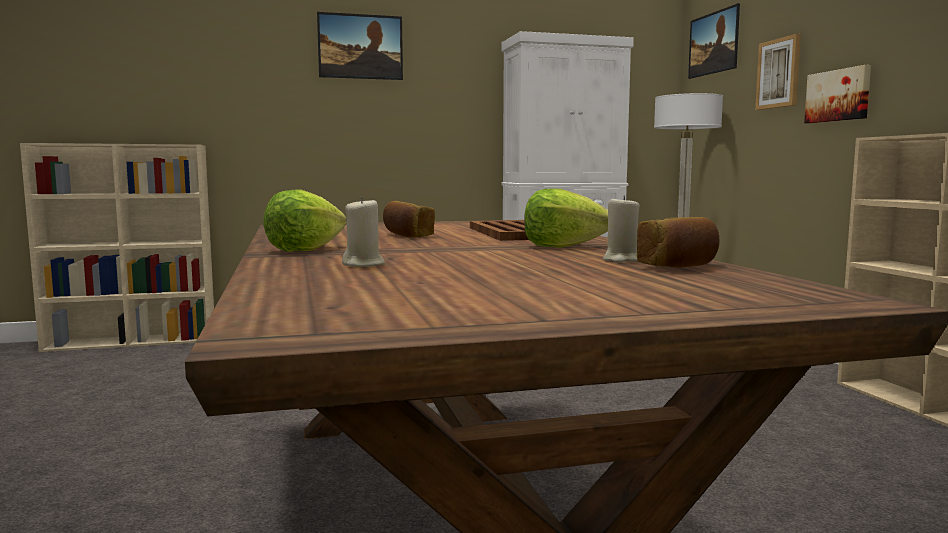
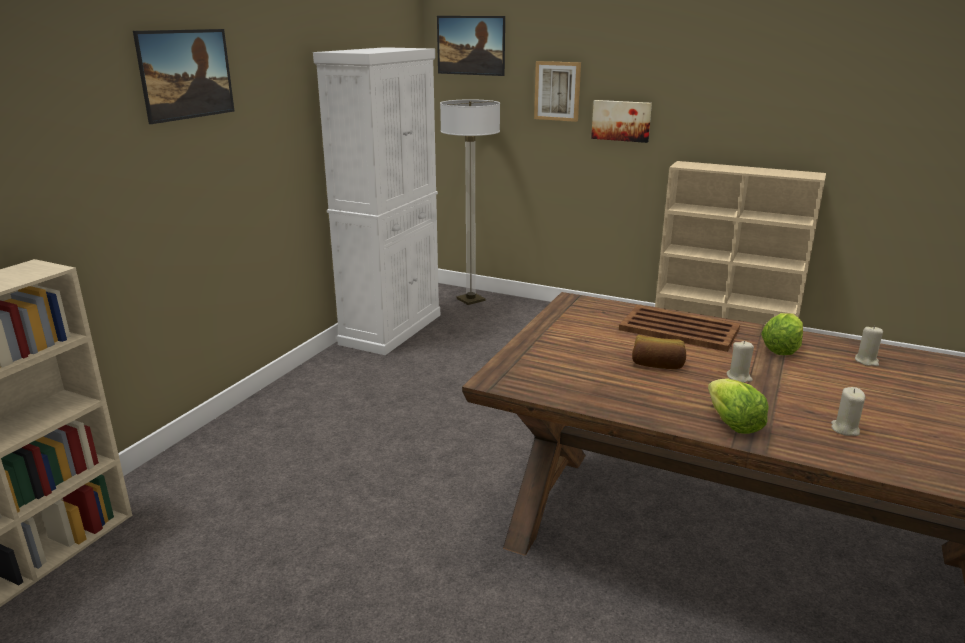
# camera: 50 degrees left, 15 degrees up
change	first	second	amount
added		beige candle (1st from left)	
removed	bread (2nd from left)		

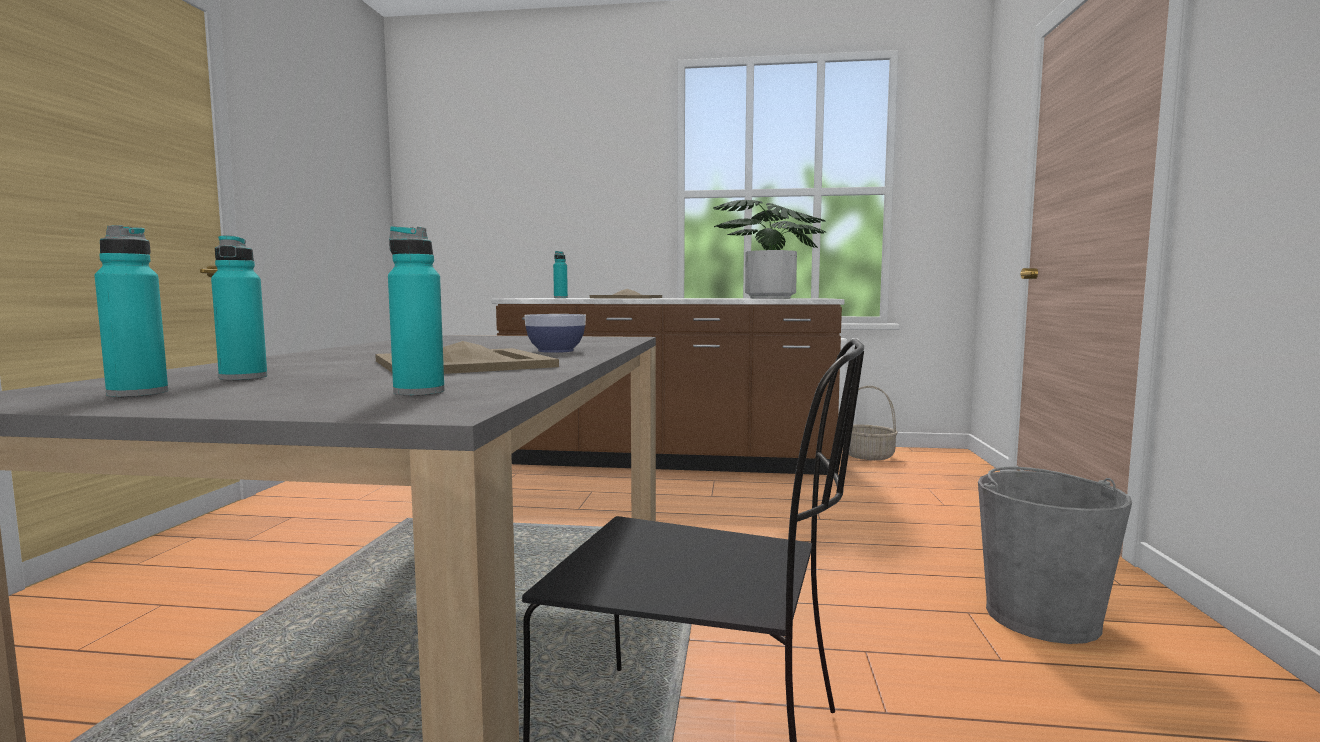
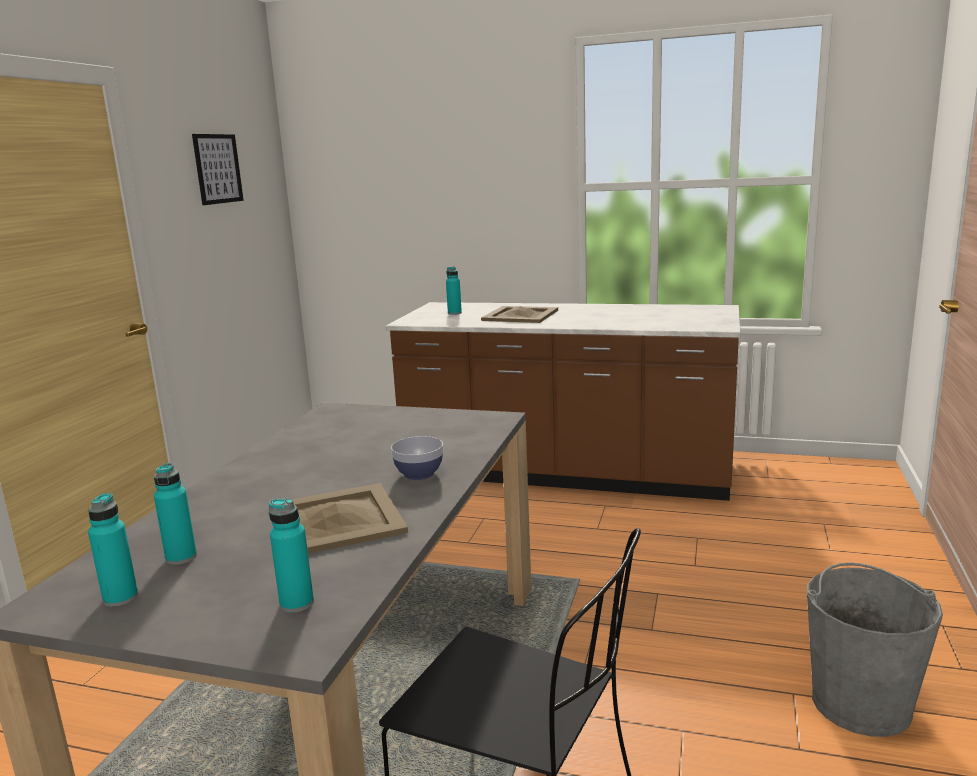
# camera: 10 degrees right, 10 degrees up
change	first	second	amount
added		picture	
removed	potted plant		
removed	basket		

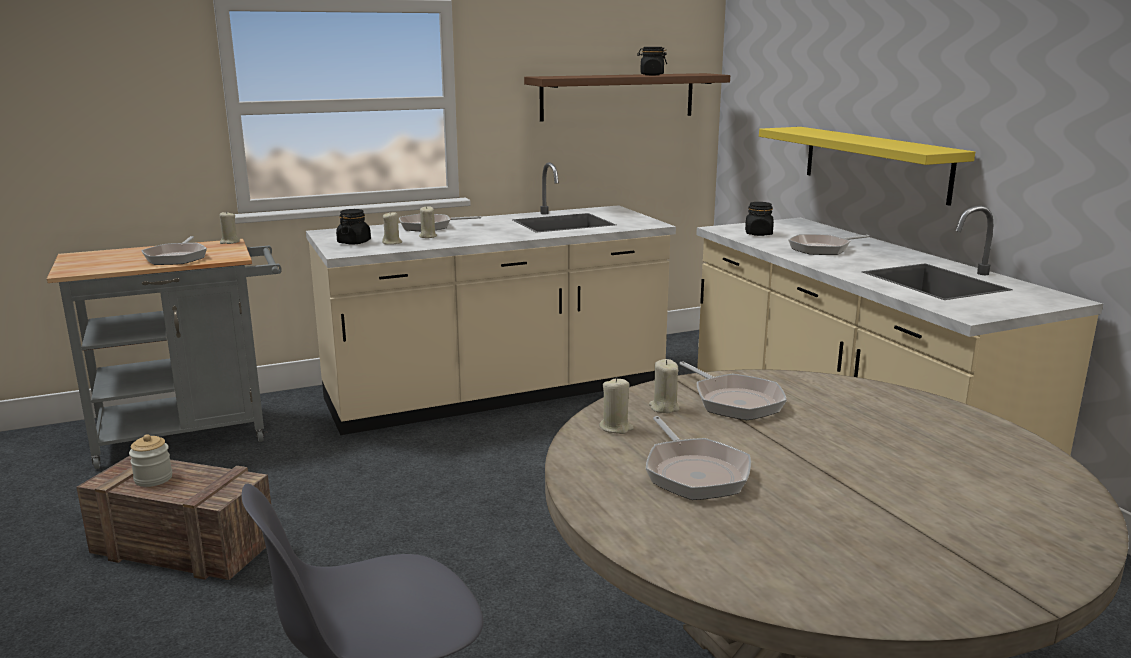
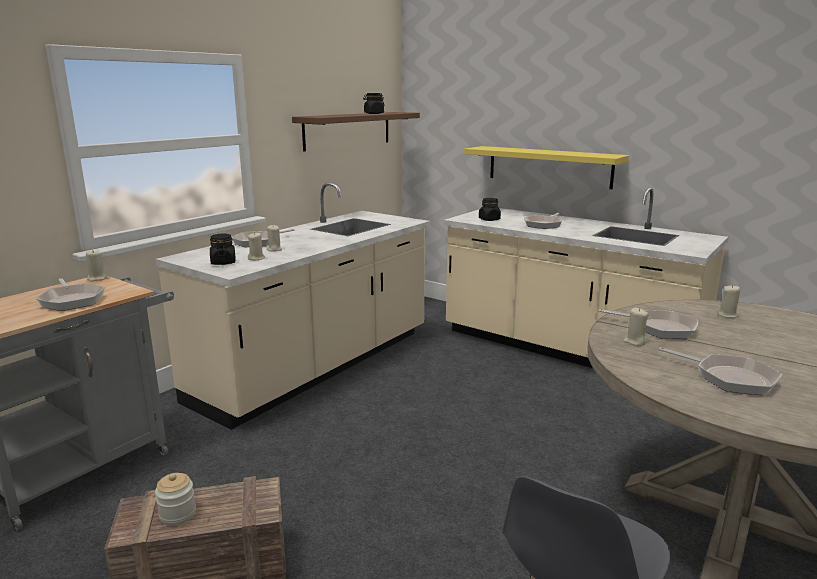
# camera: 30 degrees left, 0 degrees up
change	first	second	amount
moved	beige candle (4th from left in the first image)	beige candle (5th from left)	

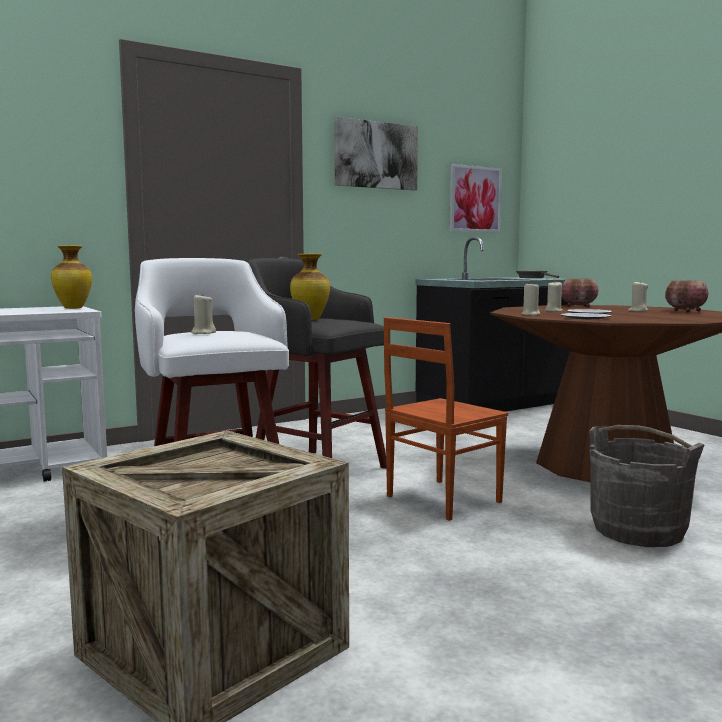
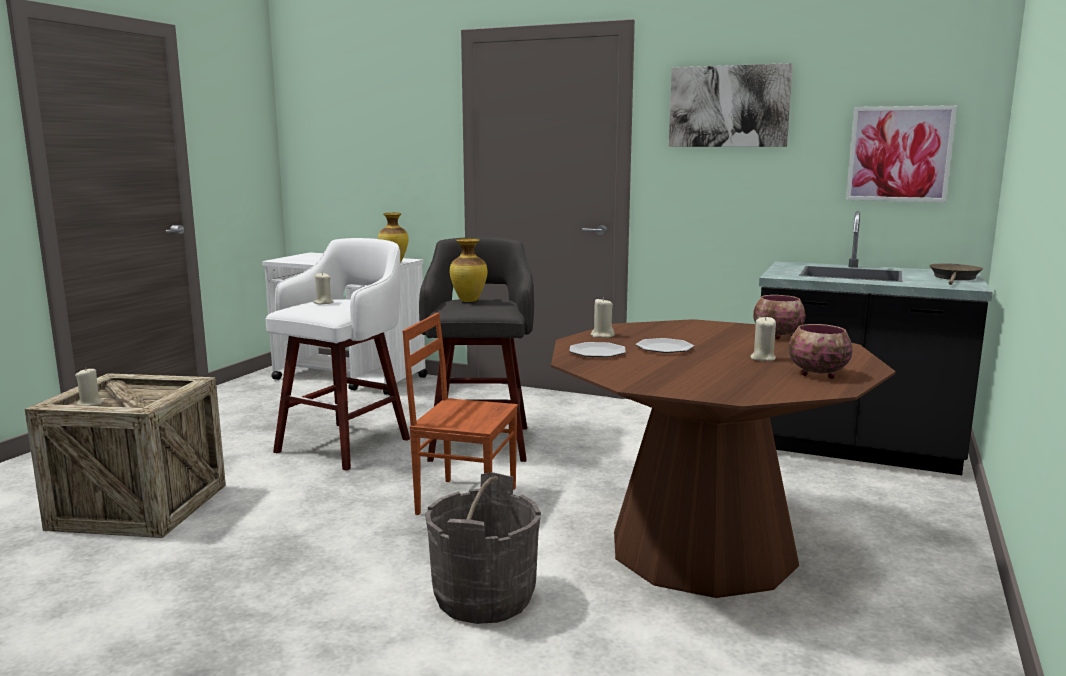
# camera: 55 degrees right, 5 degrees up
change	first	second	amount
moved	beige candle (3rd from left in the first image)	beige candle (1st from left)	

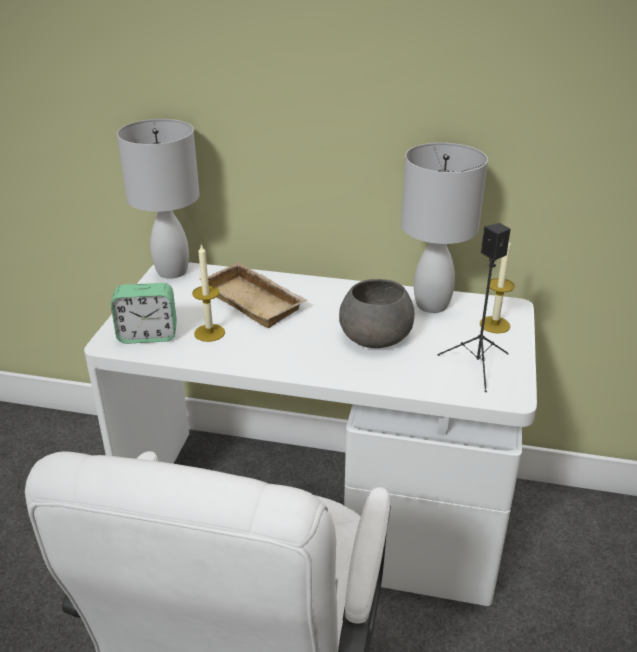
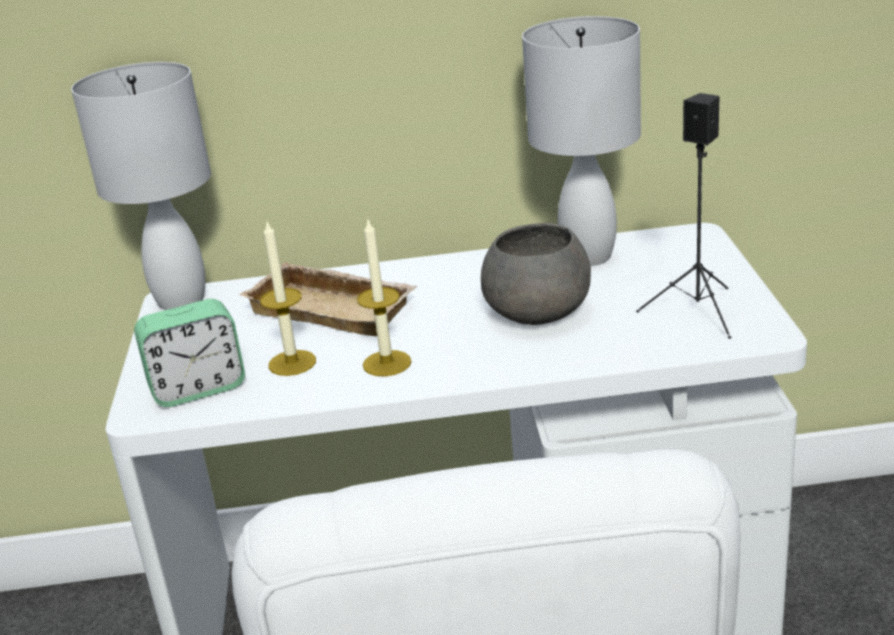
# camera: 15 degrees left, 5 degrees down
change	first	second	amount
moved	candle (2nd from left)		

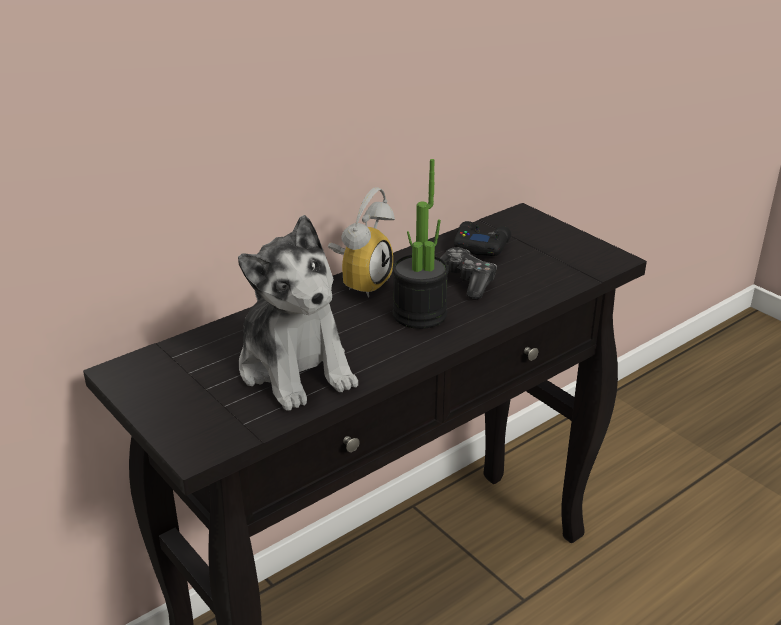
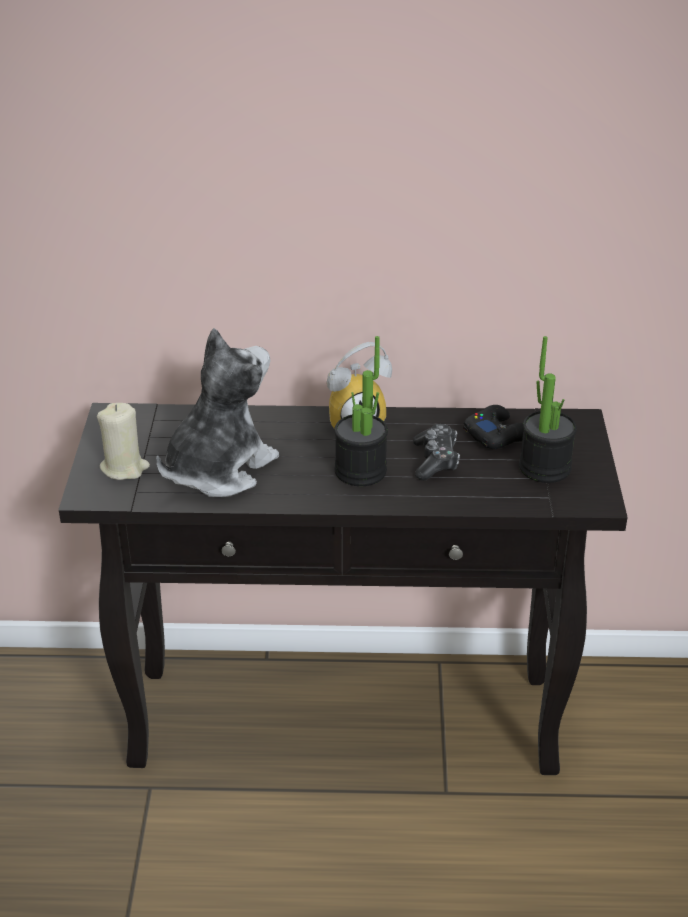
# camera: 40 degrees right, 5 degrees up
change	first	second	amount
added		beige candle	
turned	plush toy		150 degrees counterclockwise
added		potted plant (2nd from left)	

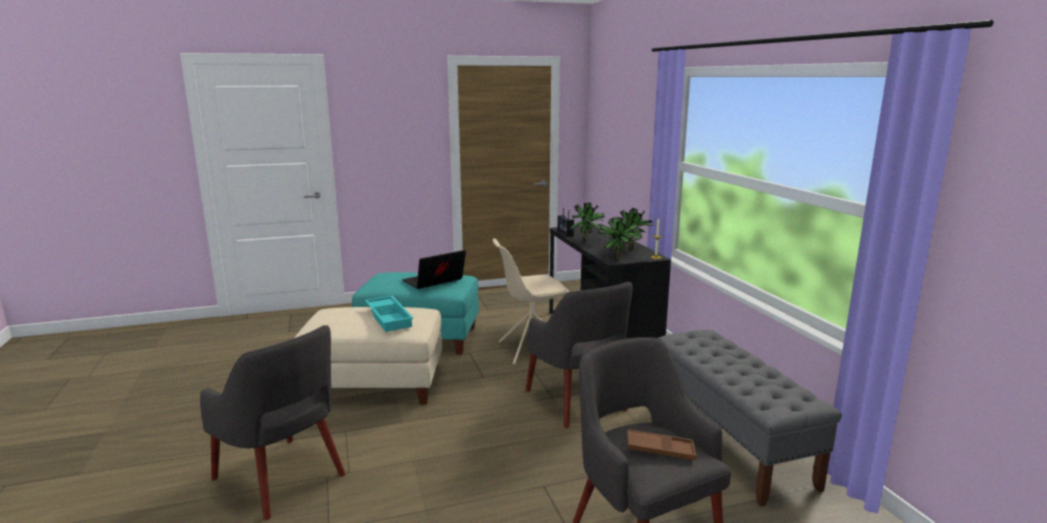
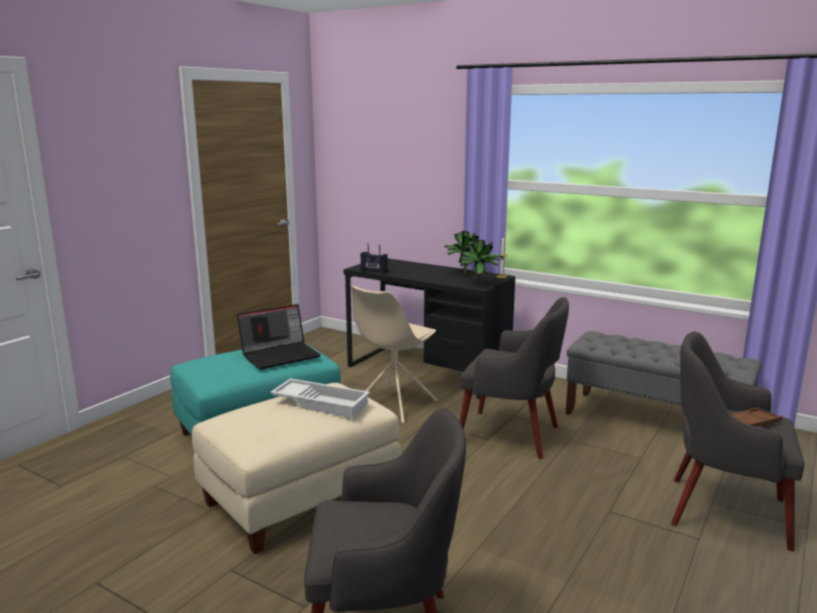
# camera: 40 degrees left, 0 degrees up
change	first	second	amount
turned	laptop		135 degrees counterclockwise
recoloured	turquoise tray	white tray	
removed	potted plant (1st from left)		

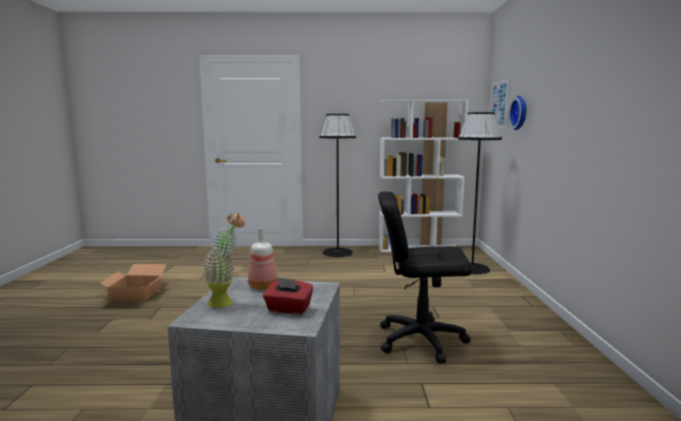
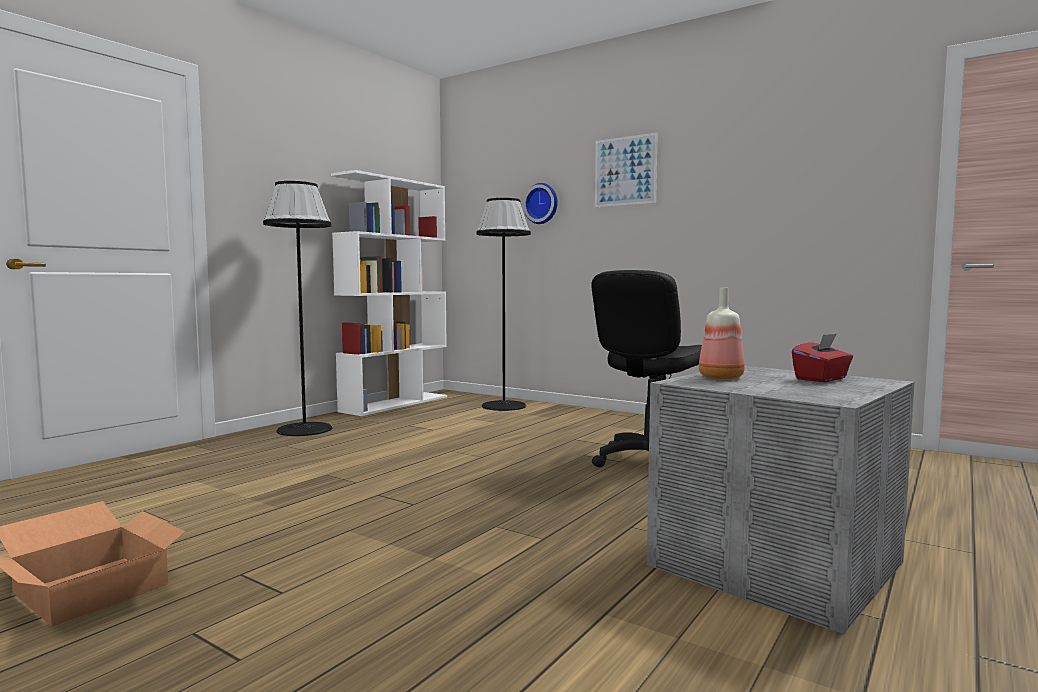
# camera: 55 degrees left, 5 degrees down
change	first	second	amount
moved	picture		
removed	potted plant		

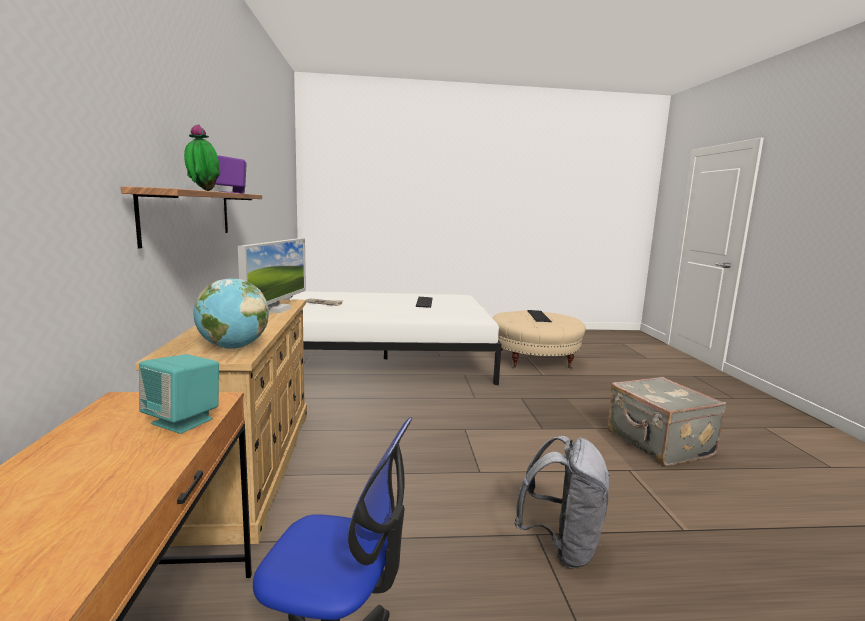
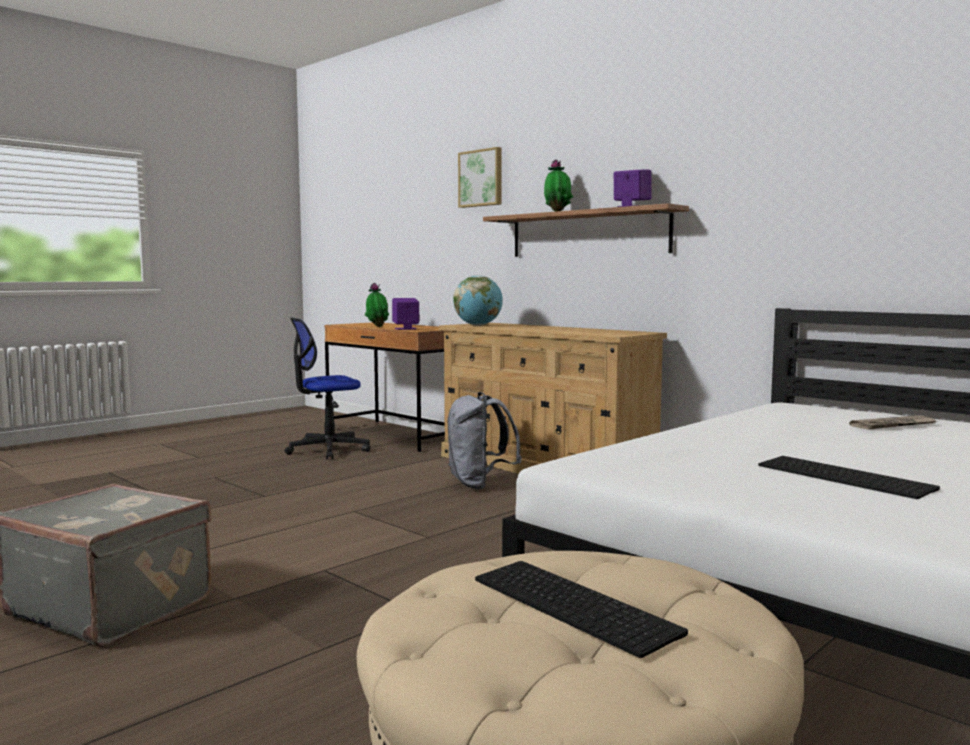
# camera: 140 degrees right, 5 degrees down
change	first	second	amount
added		potted plant (1st from left)	
recoloured	turquoise speaker	purple speaker (1st from left)	
moved	grey backpack		
added		picture	
removed	monitor		

